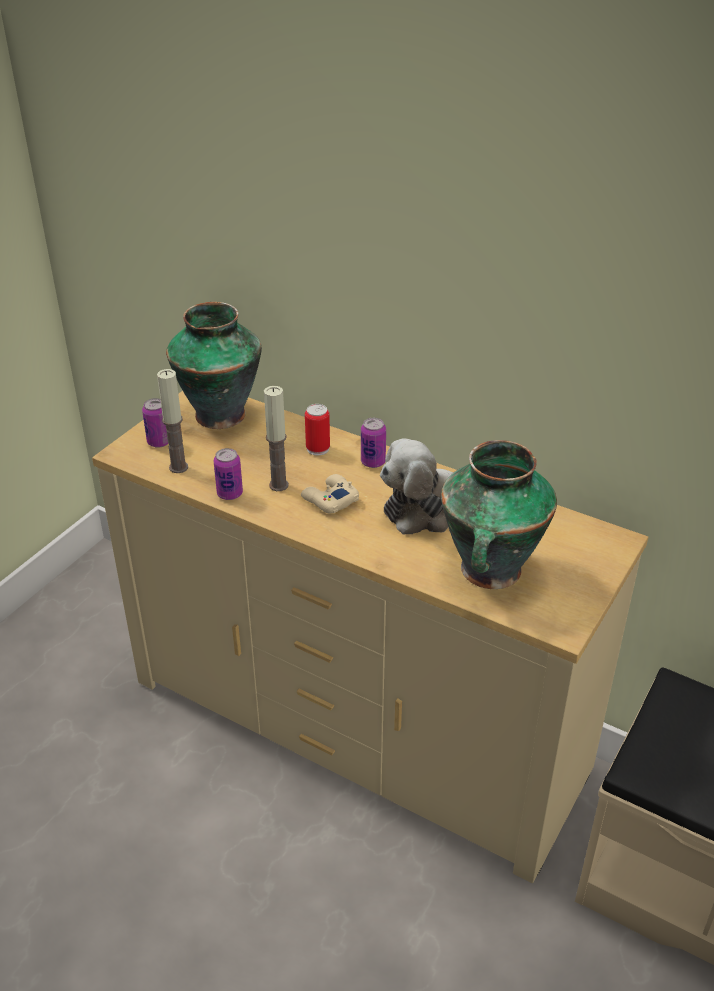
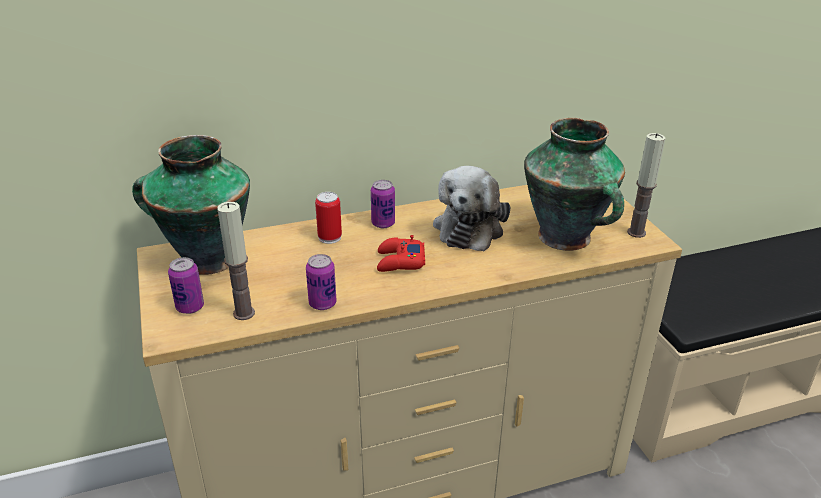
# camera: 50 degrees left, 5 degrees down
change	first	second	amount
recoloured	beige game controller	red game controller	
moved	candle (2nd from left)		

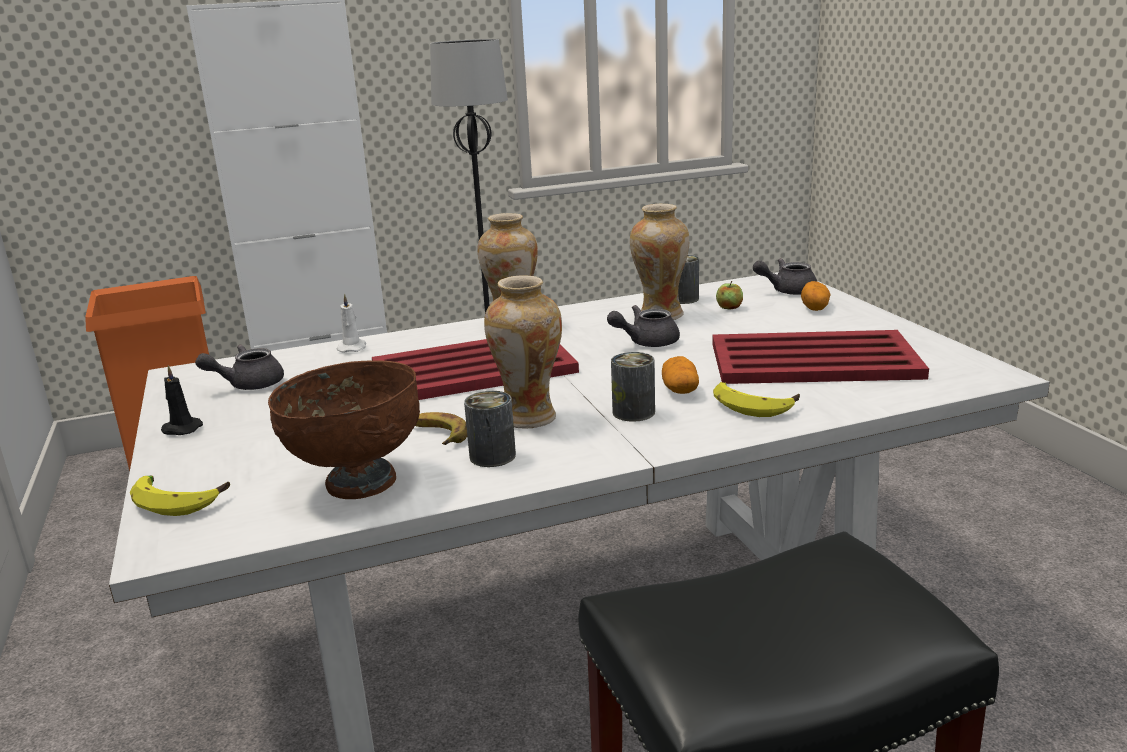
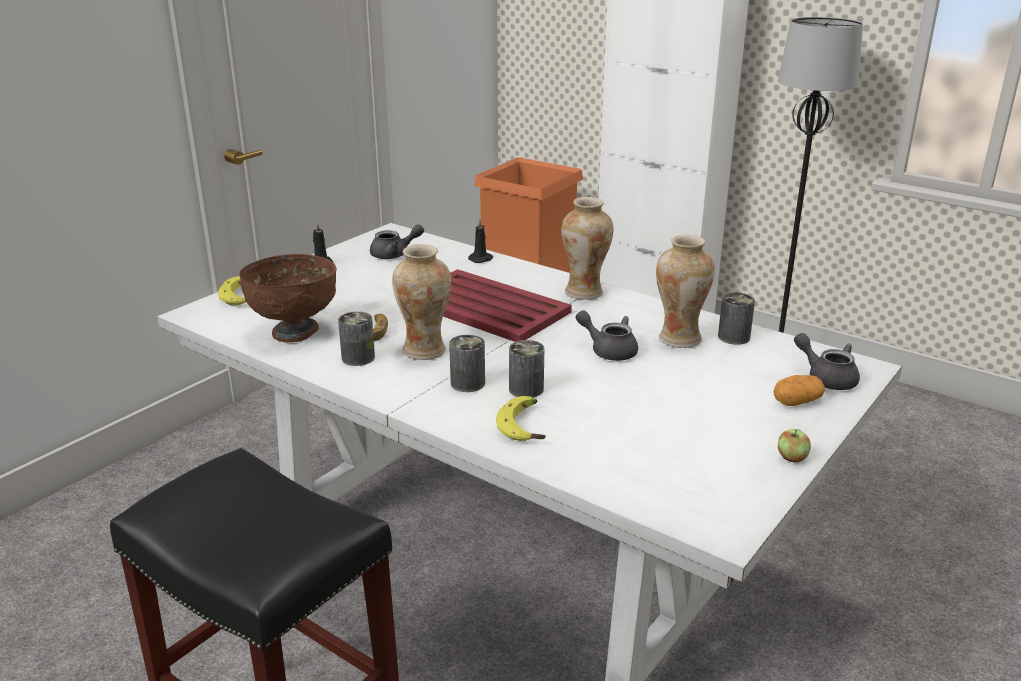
# camera: 55 degrees right, 5 degrees up
change	first	second	amount
turned	grey teapot (1st from left)		135 degrees clockwise
recoloured	white candle	black candle (2nd from left)	
replaced	potato (1st from left)	can (3rd from left)	
moved	apple		
removed	red tray (2nd from left)		

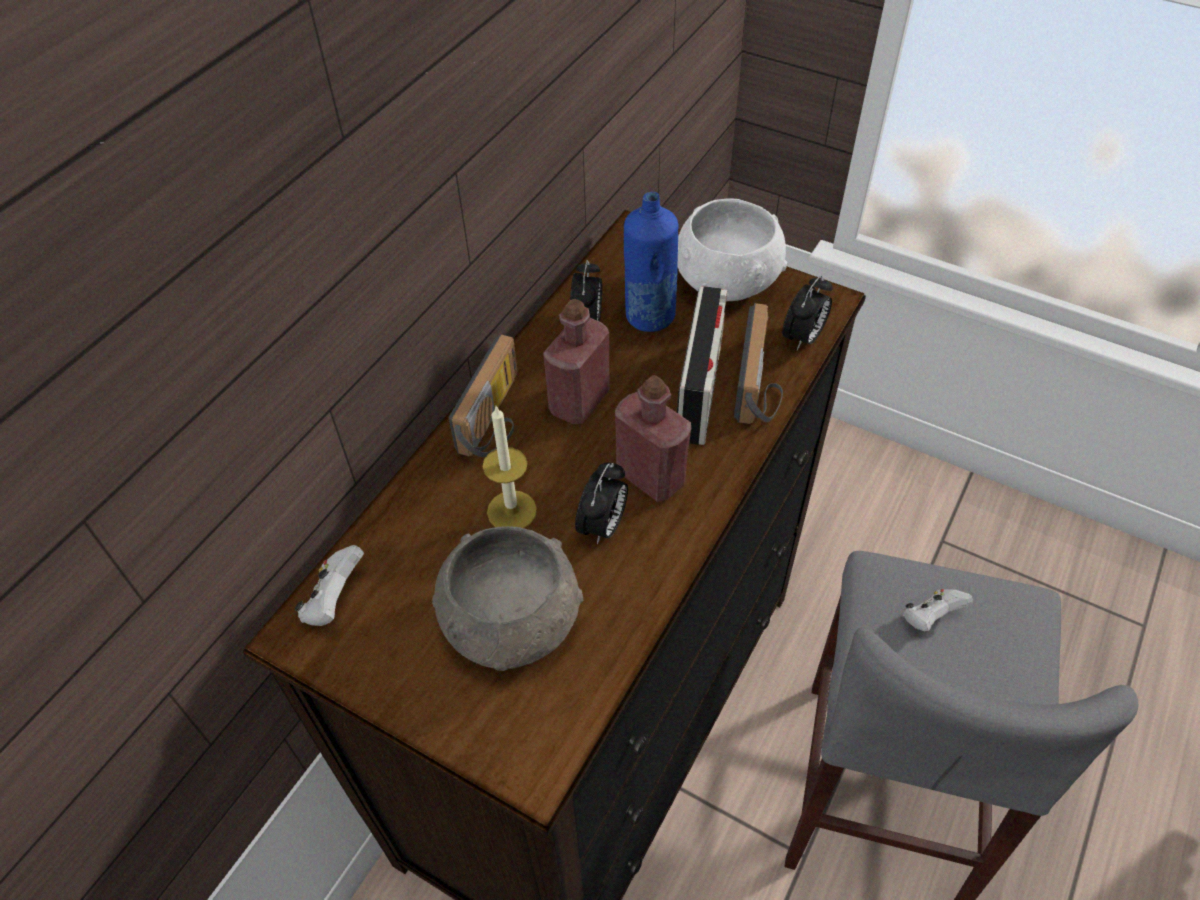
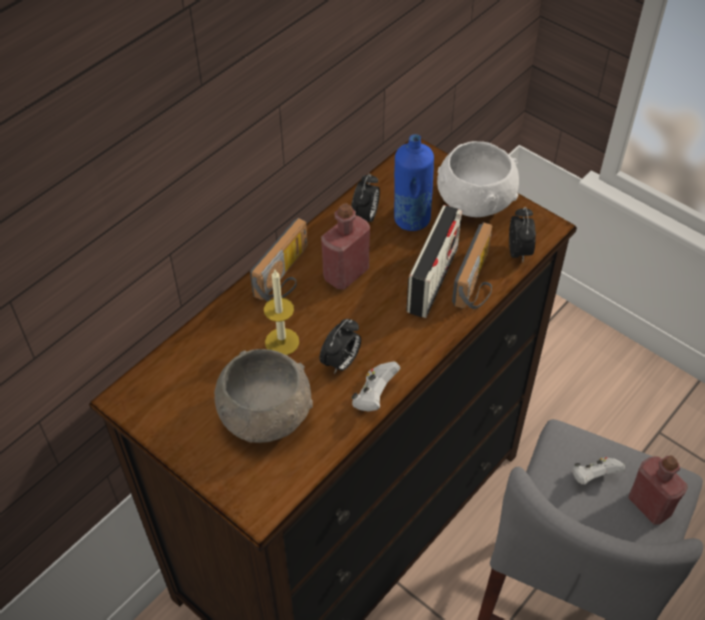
# camera: 10 degrees right, 0 degrees up
change	first	second	amount
moved	white game controller (1st from left)		
turned	alarm clock (3rd from left)		45 degrees counterclockwise
moved	red bottle (2nd from left)		

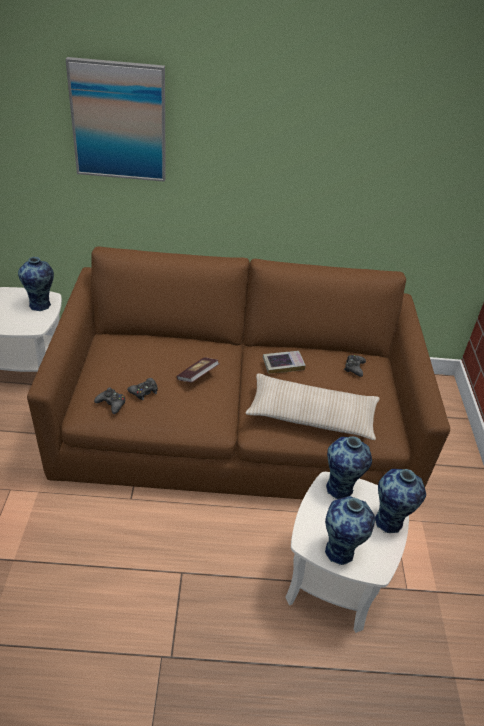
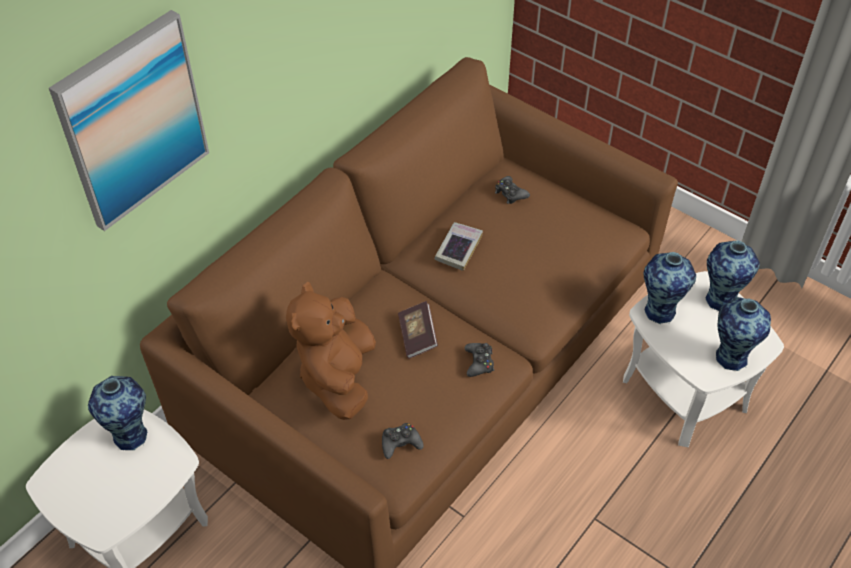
# camera: 50 degrees left, 10 degrees up
change	first	second	amount
added		brown plush toy	
moved	black game controller (2nd from left)		
removed	beige pillow		

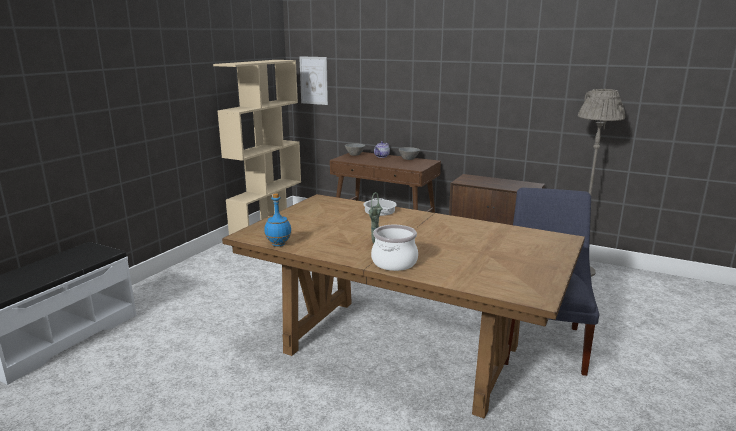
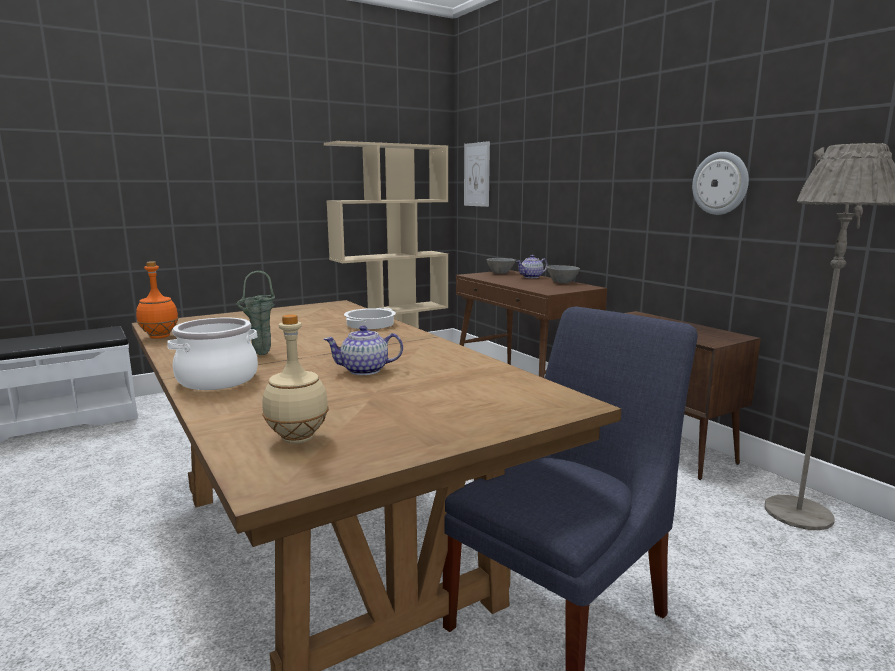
# camera: 30 degrees right, 5 degrees down
change	first	second	amount
recoloured	blue bottle	orange bottle	
added		beige bottle	
added		teapot (1st from left)	
added		wall clock	

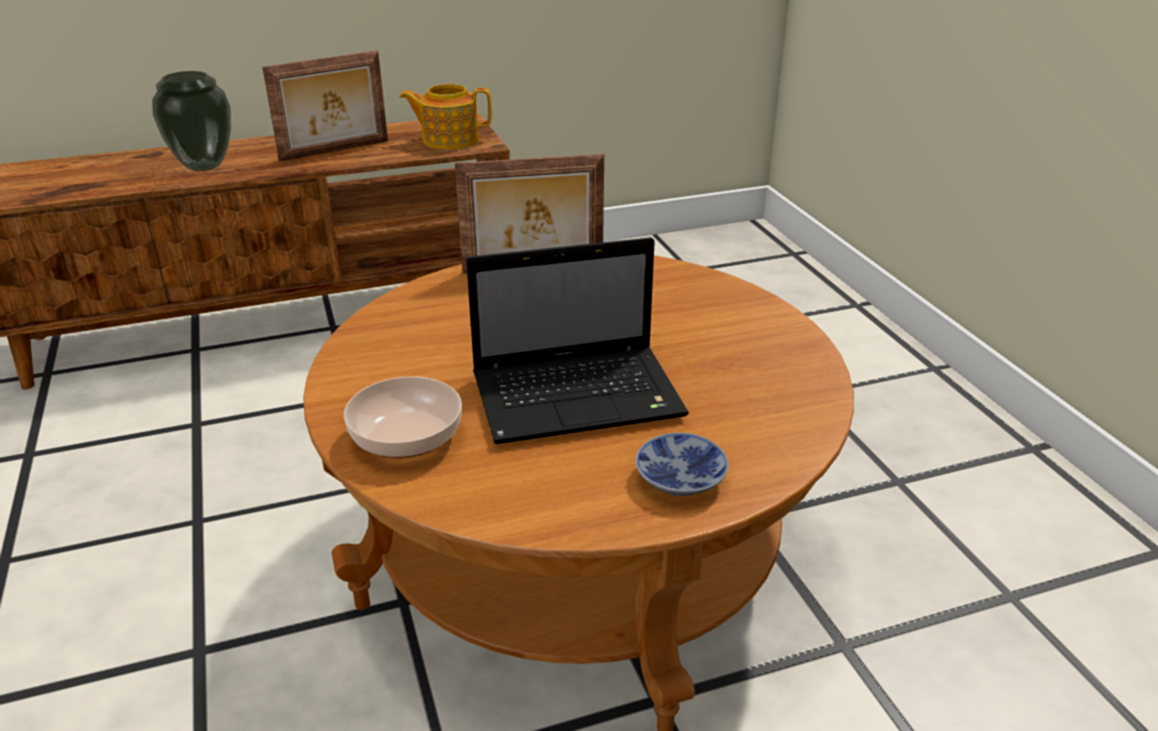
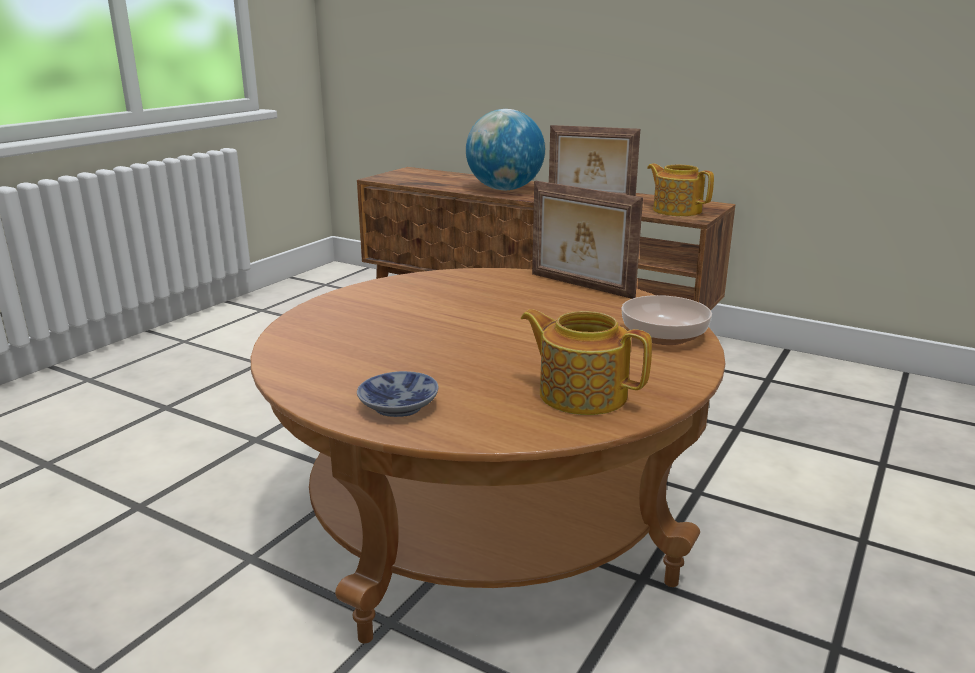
# camera: 50 degrees right, 10 degrees down
change	first	second	amount
replaced	vase	globe	
added		teapot (1st from left)	
moved	bowl (1st from left in the first image)	bowl (2nd from left)	
removed	laptop		

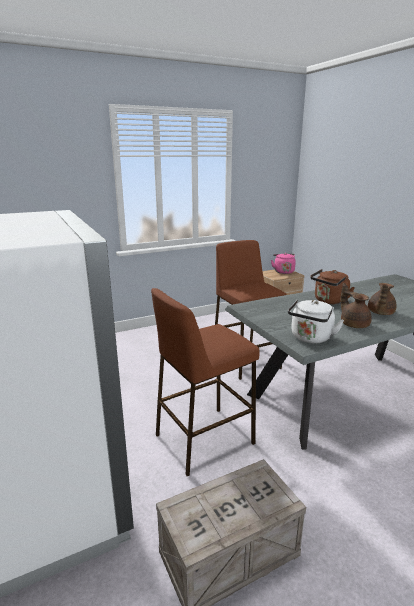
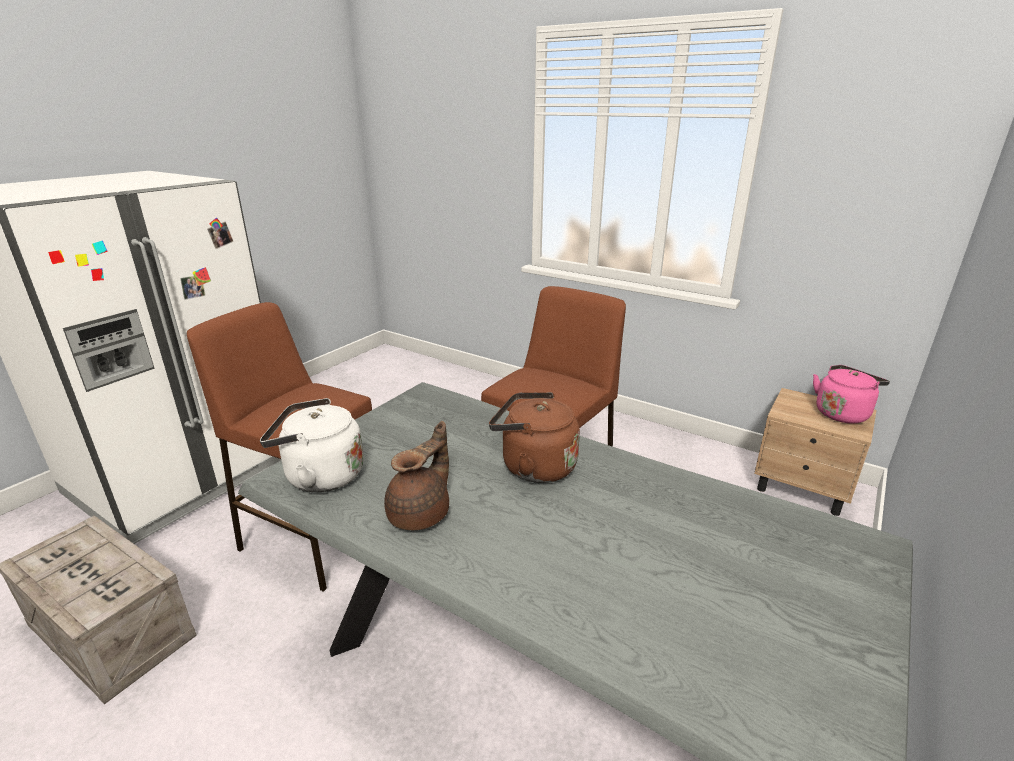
# camera: 60 degrees right, 5 degrees up
change	first	second	amount
removed	brown teapot (2nd from left)		

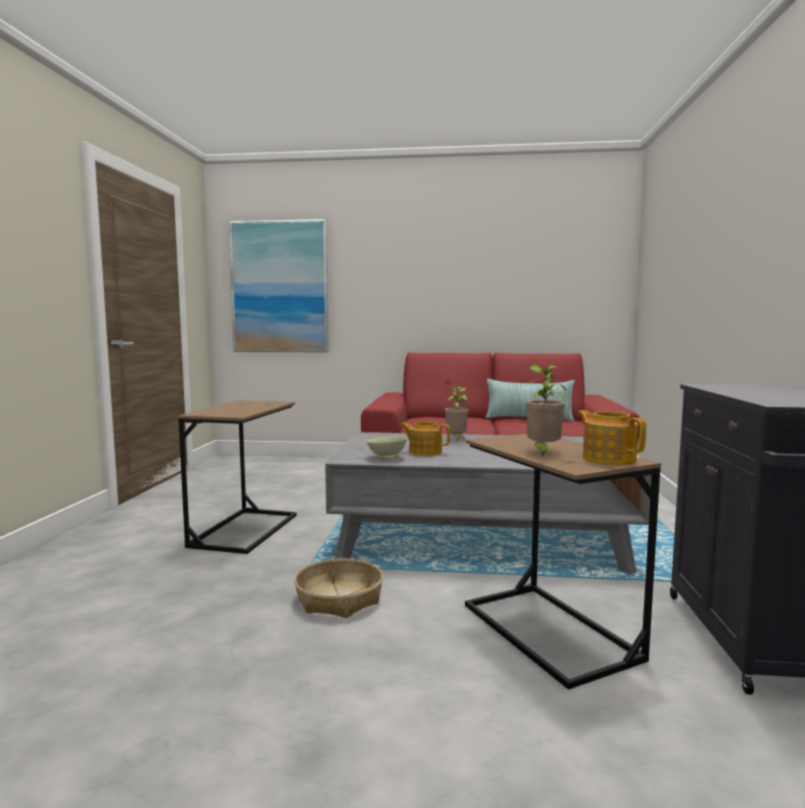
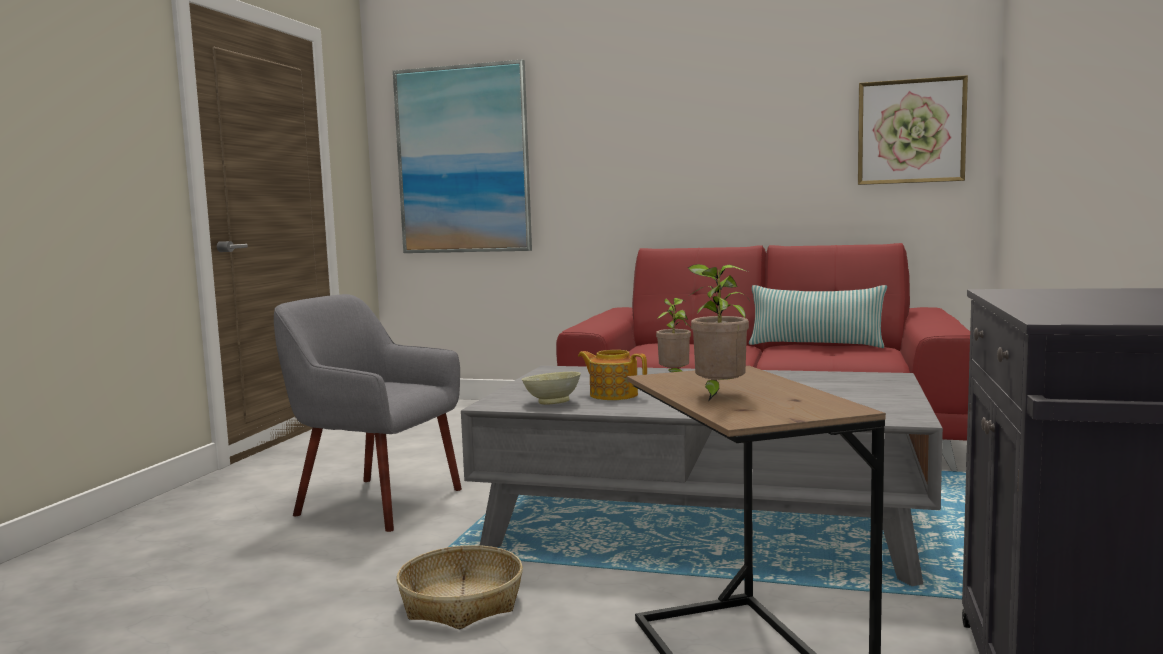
# camera: 10 degrees right, 0 degrees up
change	first	second	amount
replaced	brown side table (1st from left)	grey armchair	
added		picture (2nd from left)	
removed	teapot (2nd from left)		

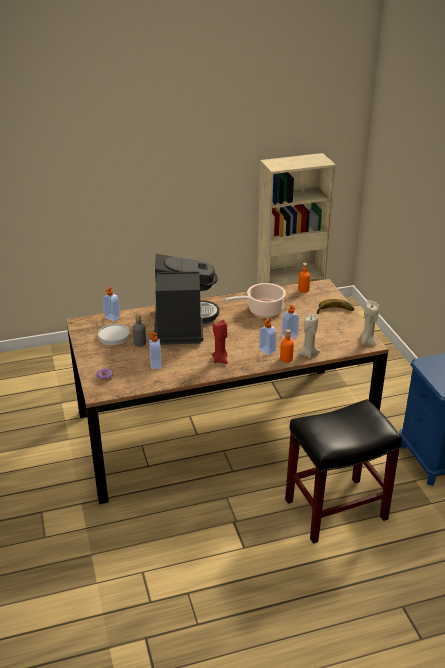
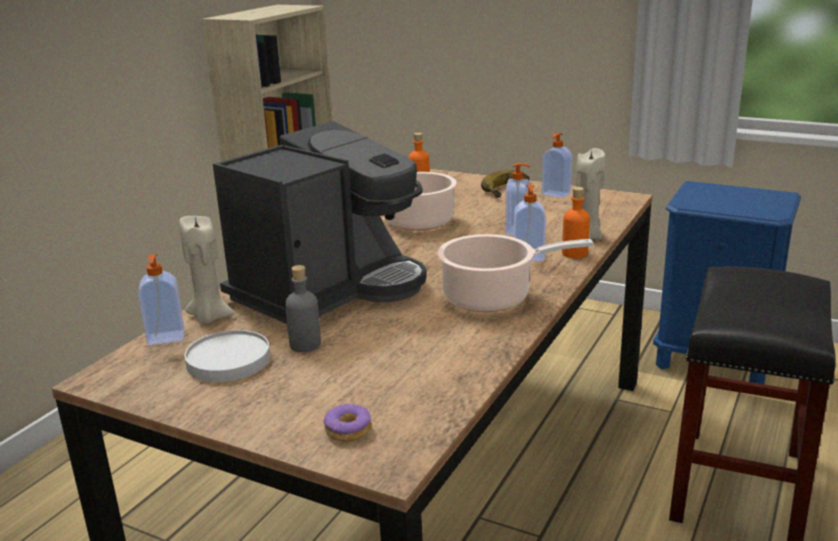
# camera: 45 degrees left, 10 degrees down
change	first	second	amount
moved	beige candle (2nd from left in the first image)	beige candle (1st from left)	
turned	coffee machine		90 degrees clockwise
replaced	red candle	cooking pot (2nd from left)	
moved	soap dispenser (2nd from left in the first image)	soap dispenser (4th from left)	

